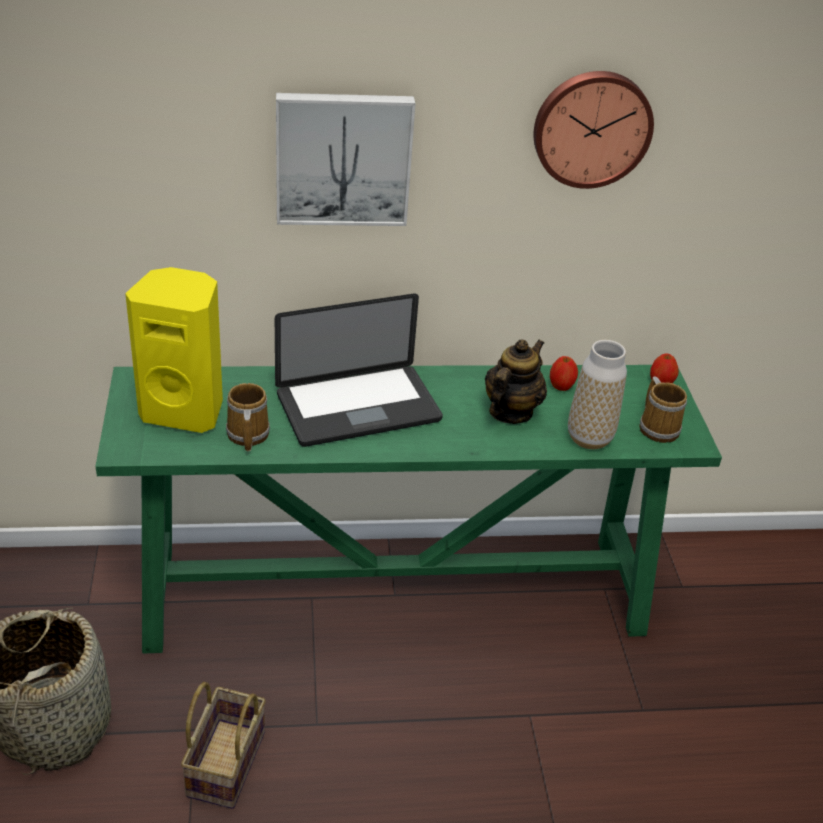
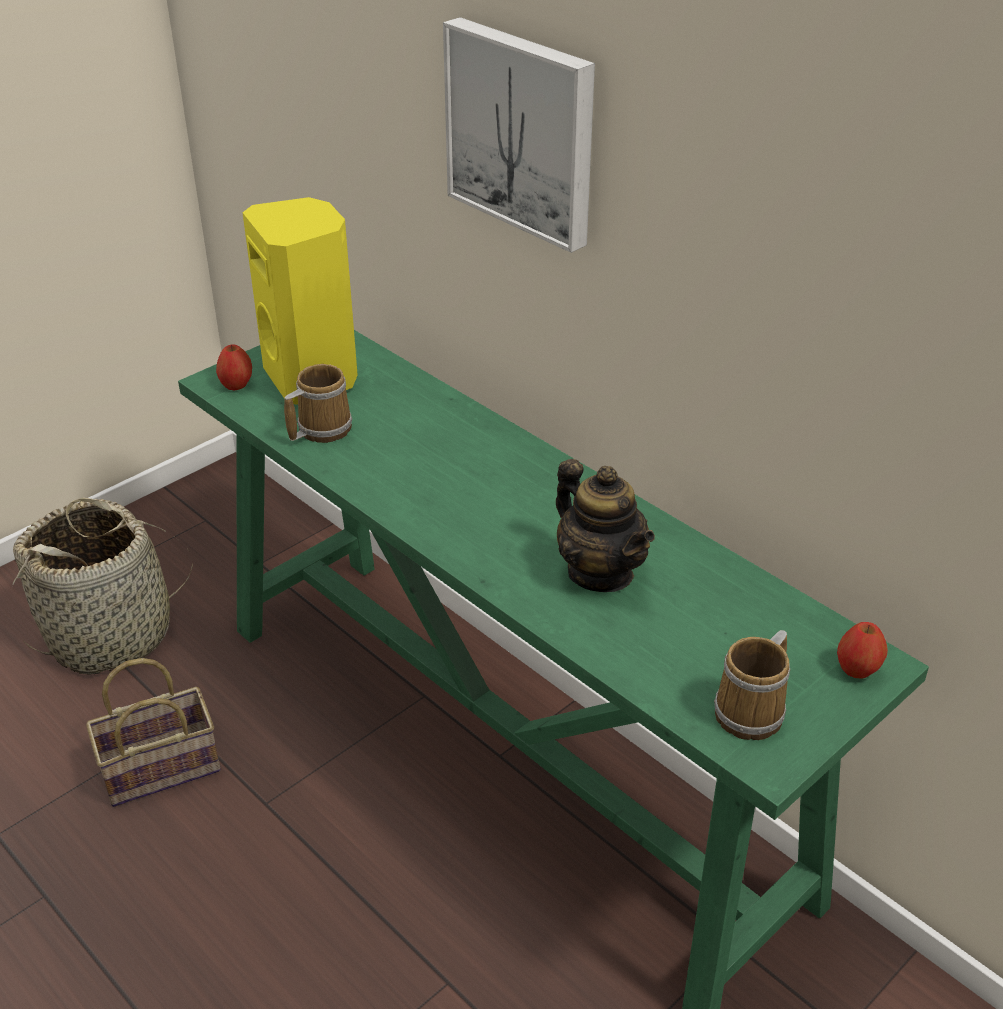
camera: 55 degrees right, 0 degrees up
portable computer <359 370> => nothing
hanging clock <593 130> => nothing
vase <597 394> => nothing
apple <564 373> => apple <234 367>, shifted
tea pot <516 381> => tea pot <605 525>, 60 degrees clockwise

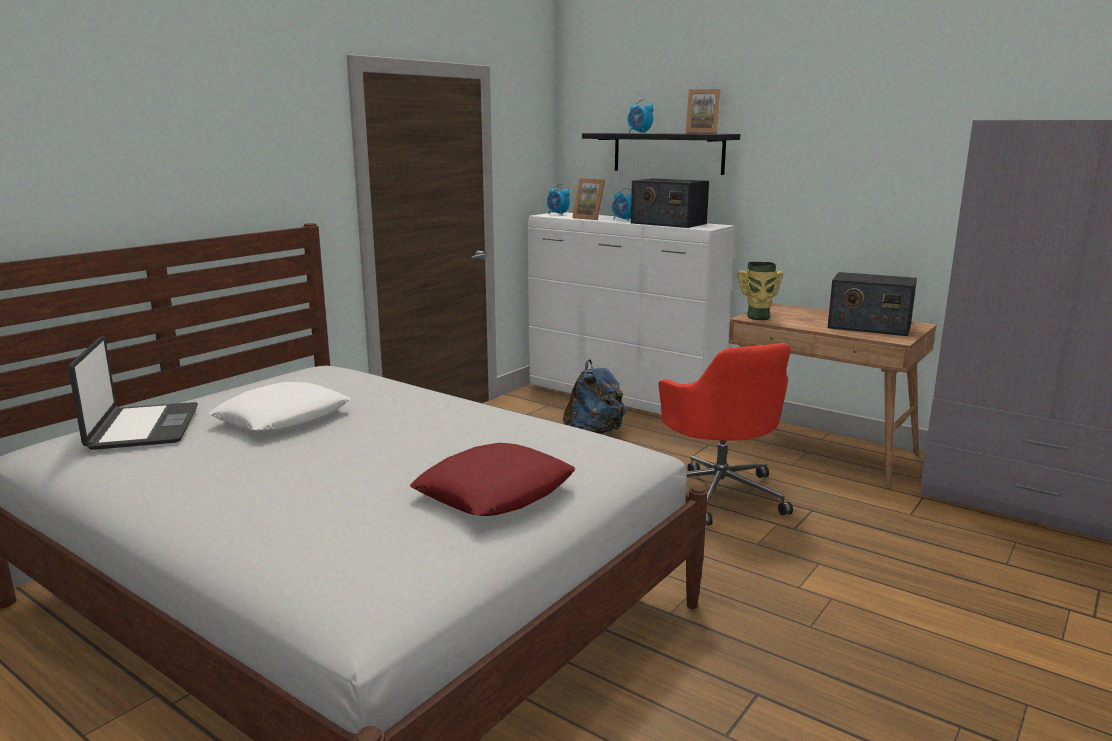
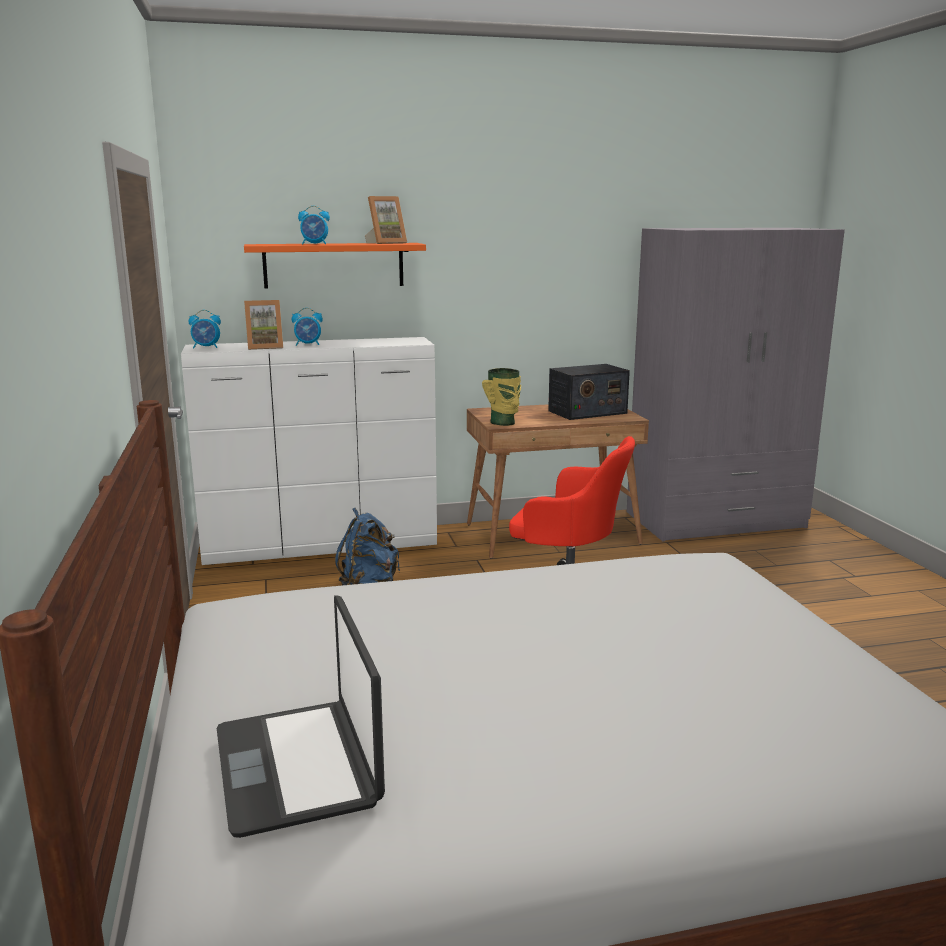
camera: 50 degrees left, 0 degrees up
white cushion <279 407> => nothing
red cushion <493 479> => nothing
radio set <670 203> => nothing
black bracket shelf <661 154> => orange bracket shelf <335 266>
portable computer <133 393> => portable computer <301 716>, 135 degrees counterclockwise

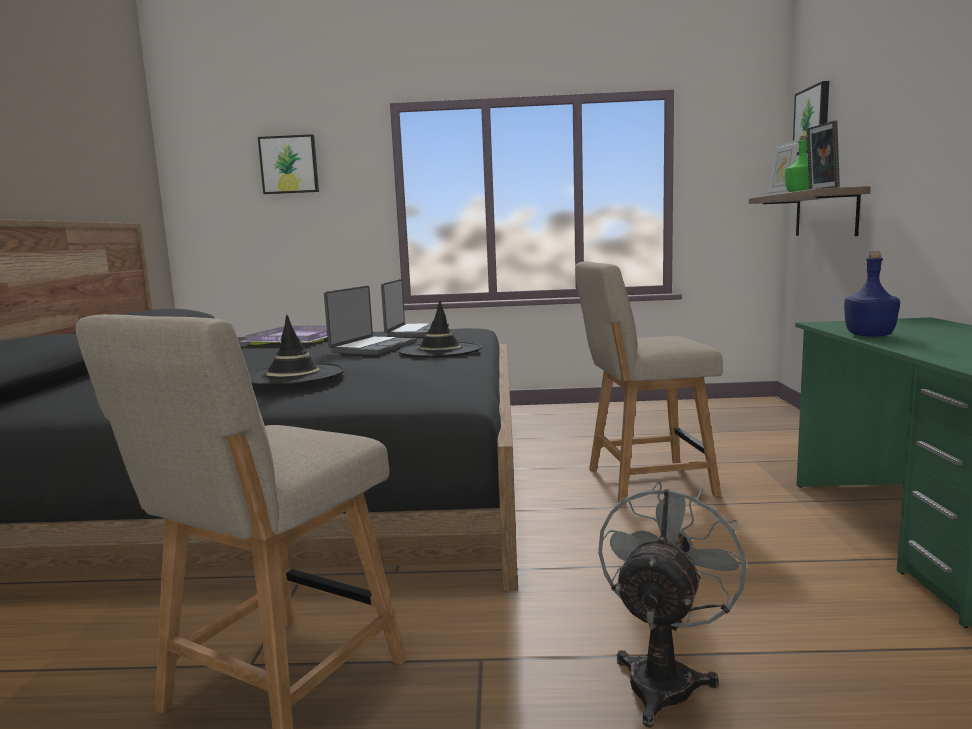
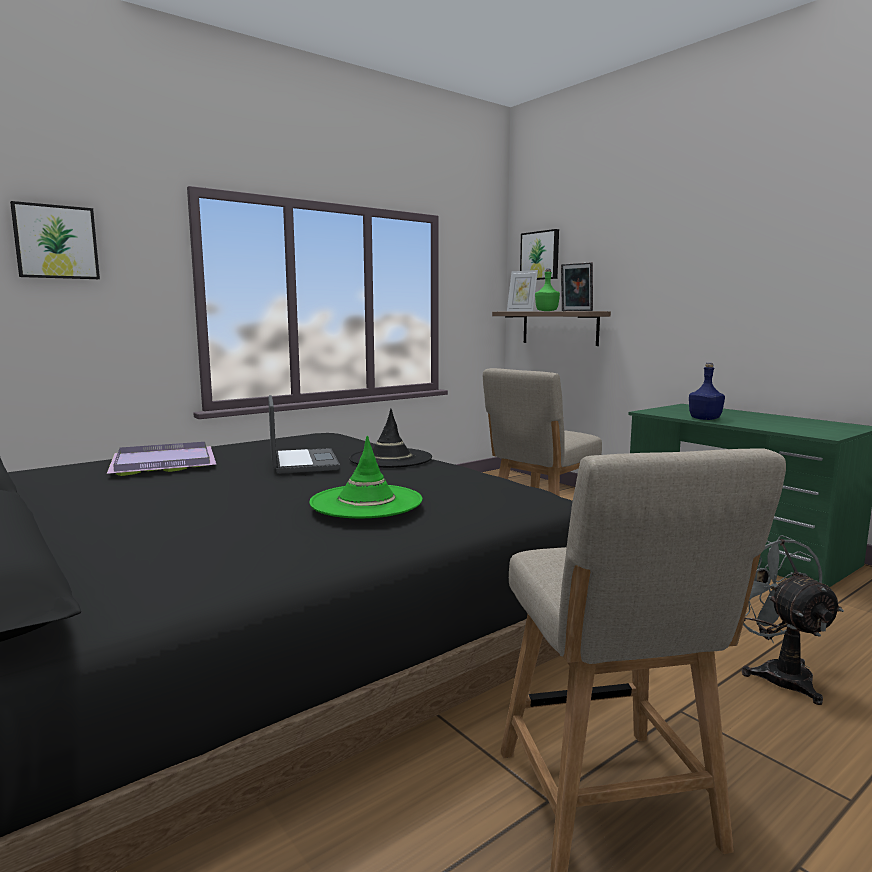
camera: 40 degrees left, 0 degrees up
portable computer <415 308> => nothing
black clothing hat <297 350> => green clothing hat <365 477>

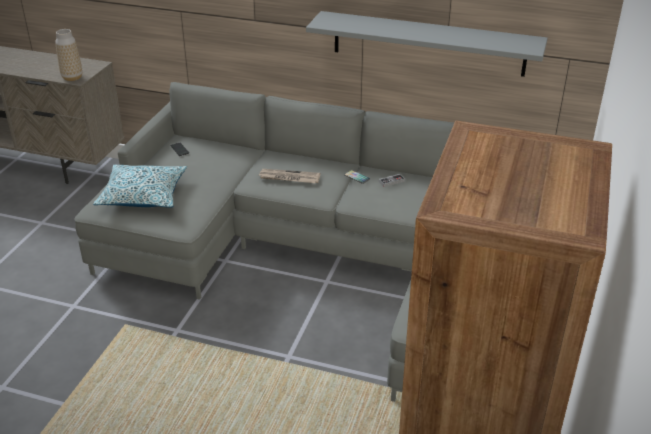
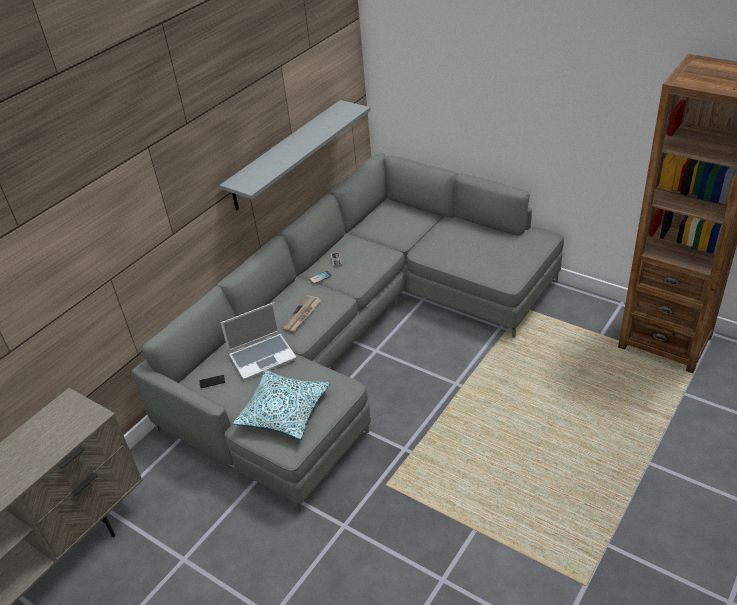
camera: 70 degrees left, 5 degrees up
vase <68 55> => nothing
nothing => portable computer <259 341>

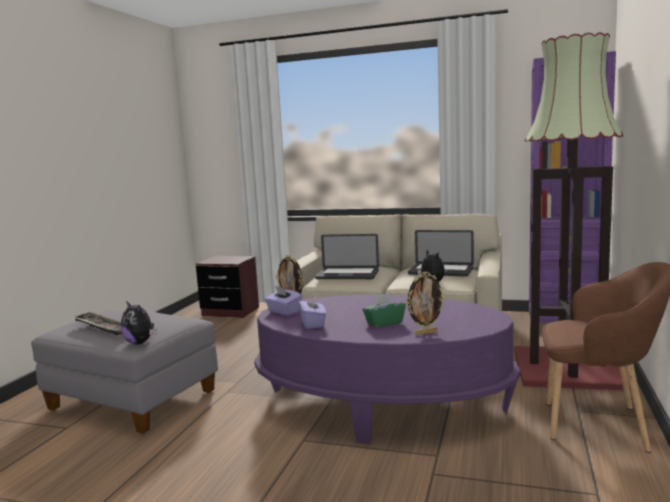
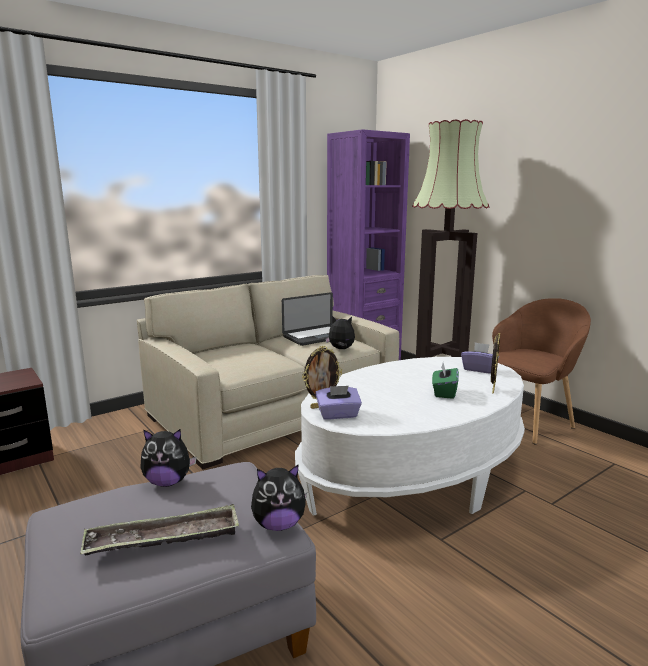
camera: 55 degrees left, 5 degrees up
portable computer <347 256> => nothing
nothing => soft toy <168 458>
purplish box of tissues <312 312> => purplish box of tissues <480 358>, shifted
purplish coffee table <387 369> => white coffee table <410 436>

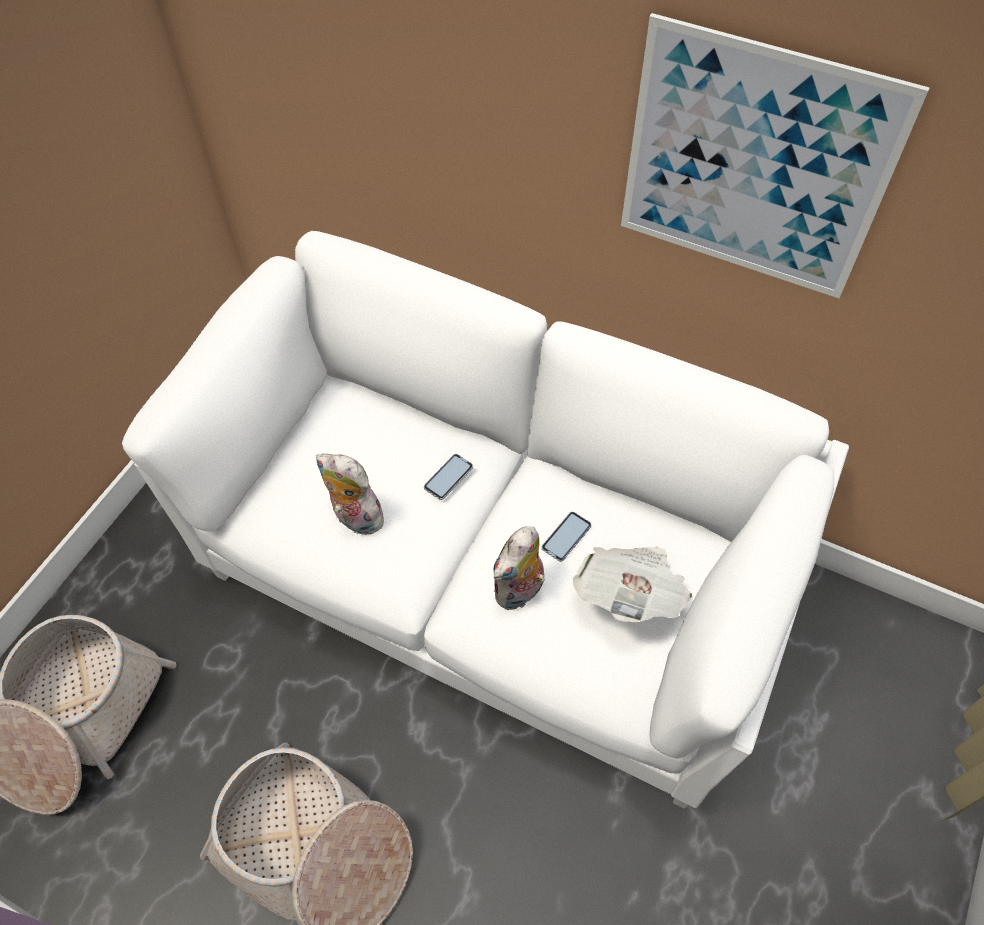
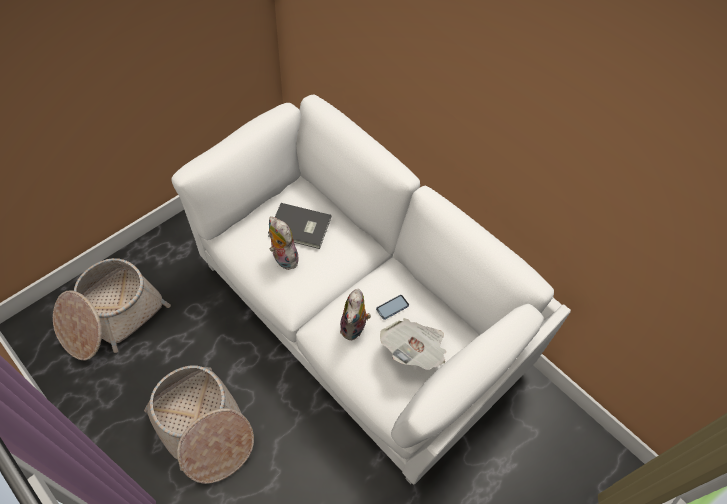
camera: 15 degrees right, 0 degrees up
handset <448 477> => nothing
picture <775 155> => nothing
nothing => grey volume <299 226>
soft toy <519 568> => soft toy <355 314>, 45 degrees counterclockwise

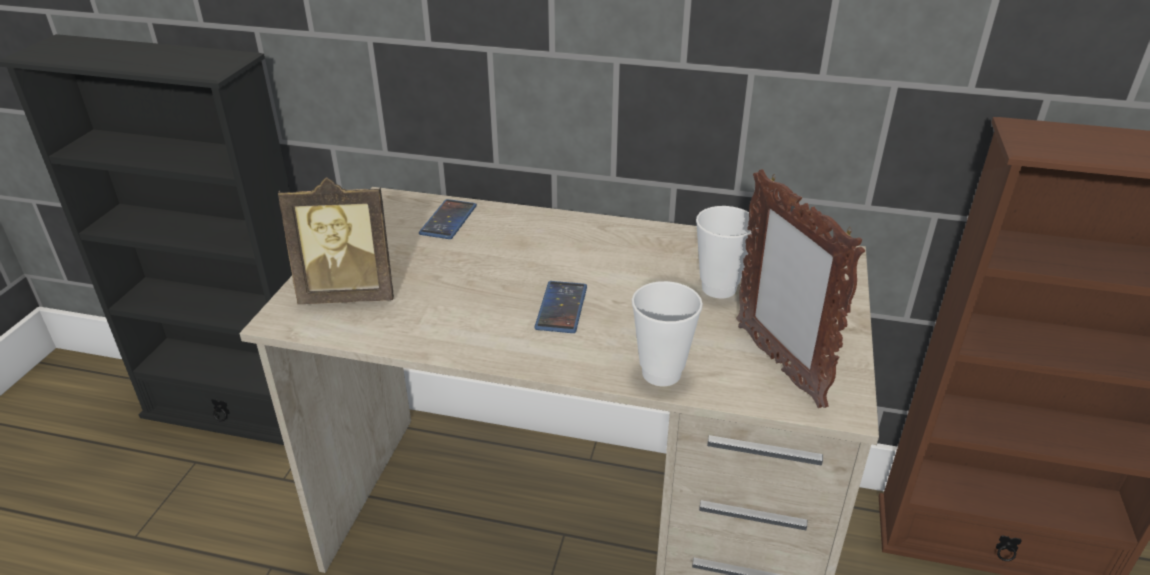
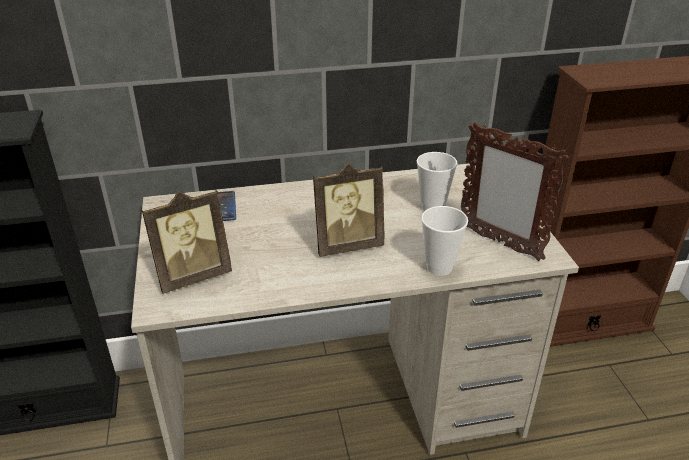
camera: 25 degrees left, 0 degrees up
handset <560 307> => standing frame <349 210>

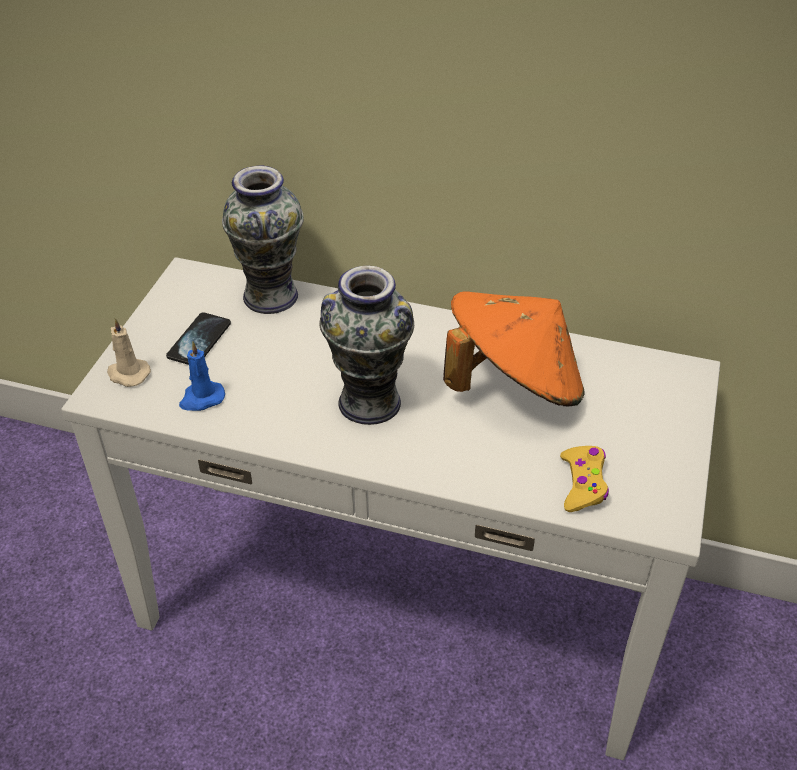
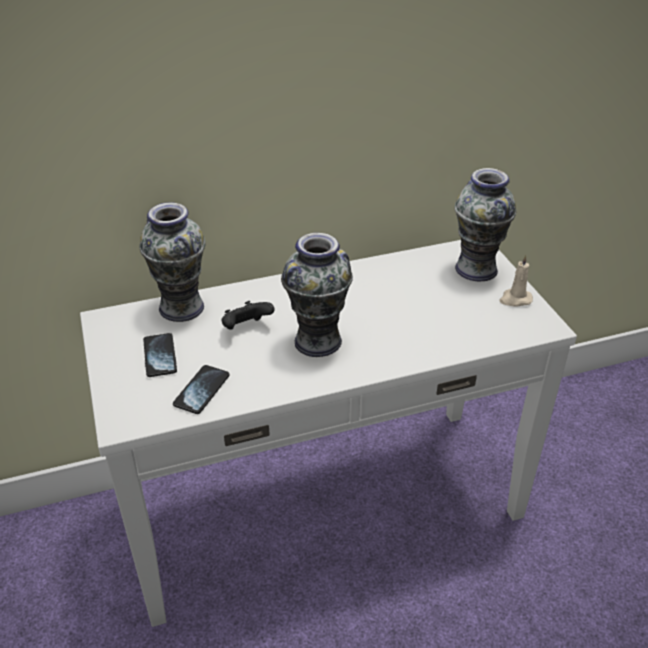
camera: 35 degrees left, 5 degrees down
orange clothing hat <513 349> => nothing
yellow gamepad <584 479> => nothing
nothing => black gamepad <247 315>
nothing => vase <485 224>
beige wax candle <129 352> => beige wax candle <516 280>, shifted
bluish wax candle <202 376> => handset <201 389>

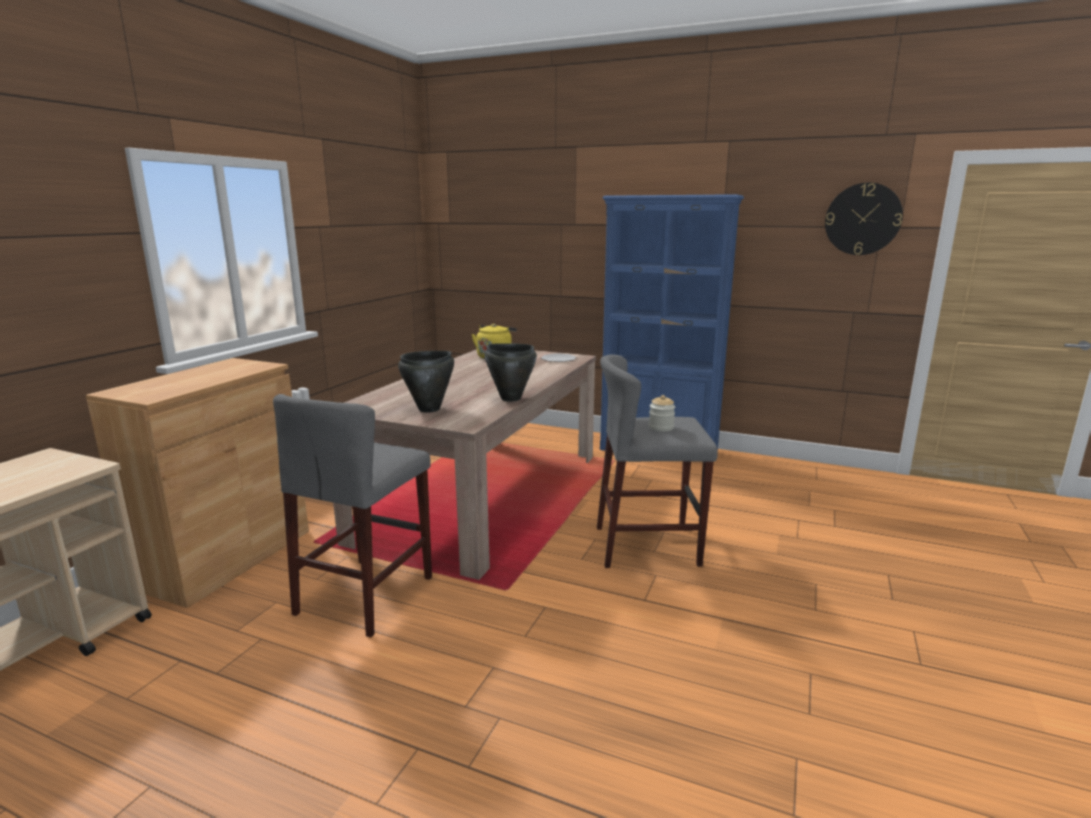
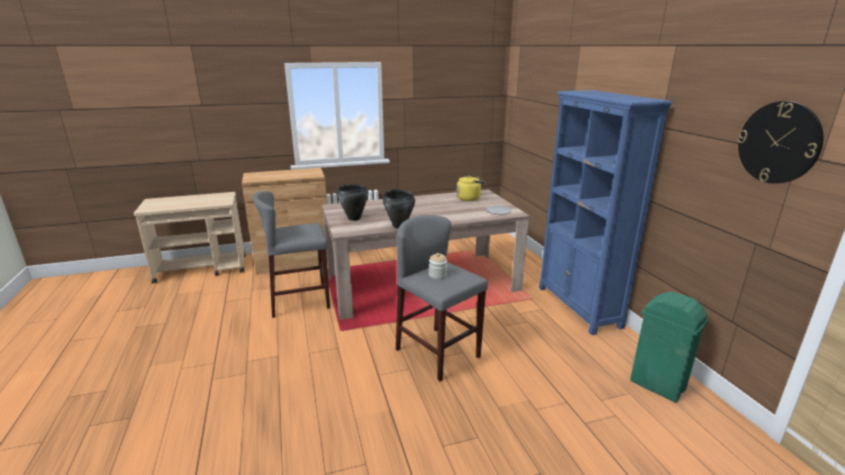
camera: 50 degrees right, 5 degrees up
nothing => green trash can <669 347>

